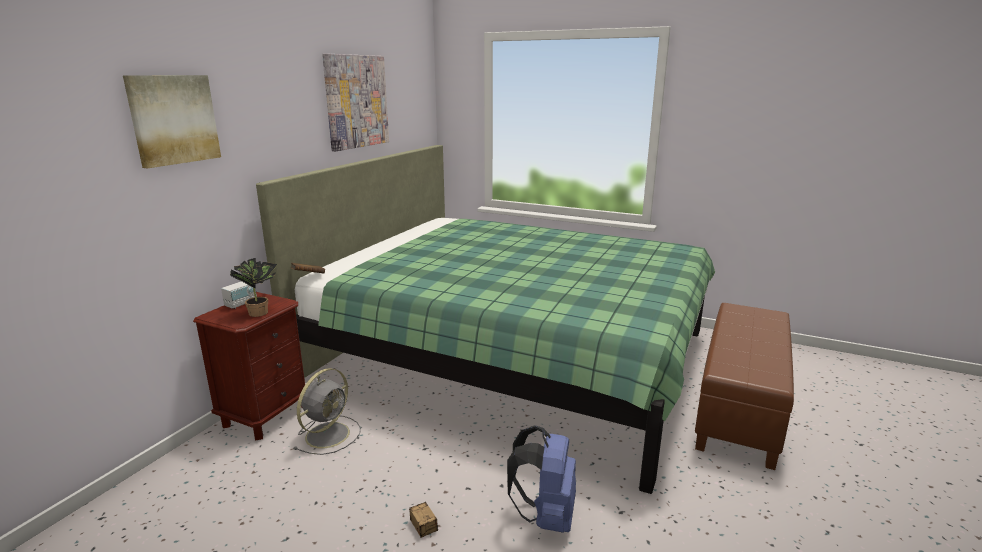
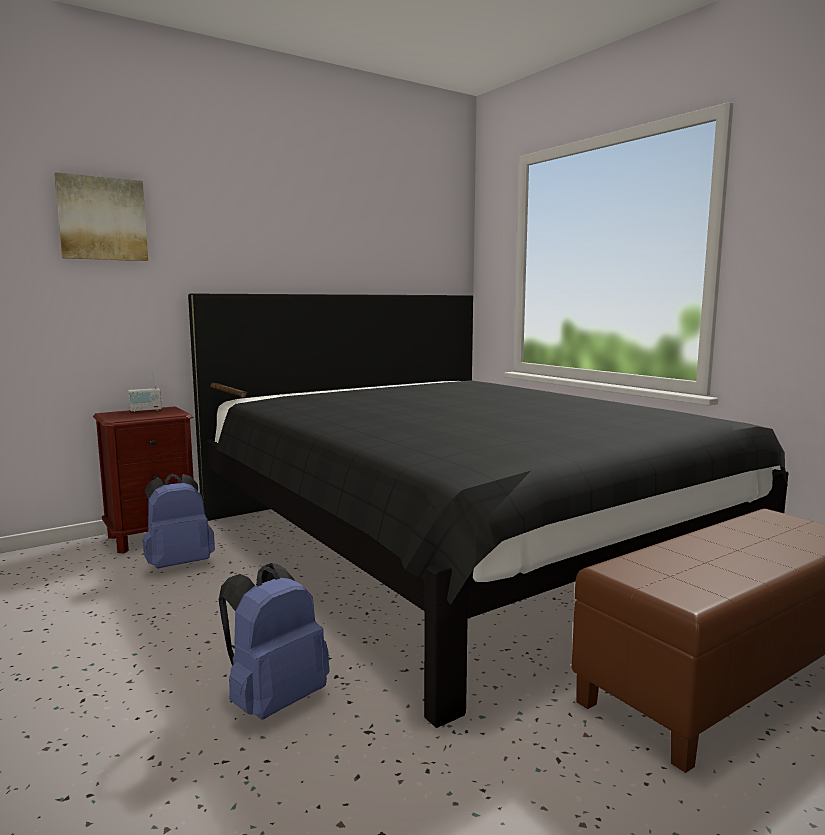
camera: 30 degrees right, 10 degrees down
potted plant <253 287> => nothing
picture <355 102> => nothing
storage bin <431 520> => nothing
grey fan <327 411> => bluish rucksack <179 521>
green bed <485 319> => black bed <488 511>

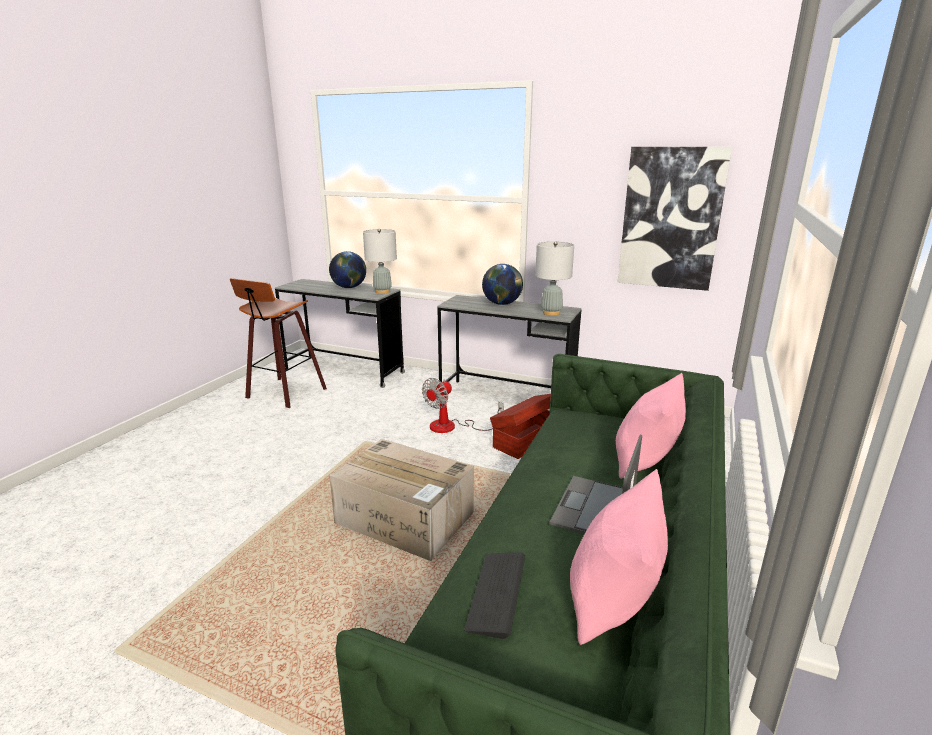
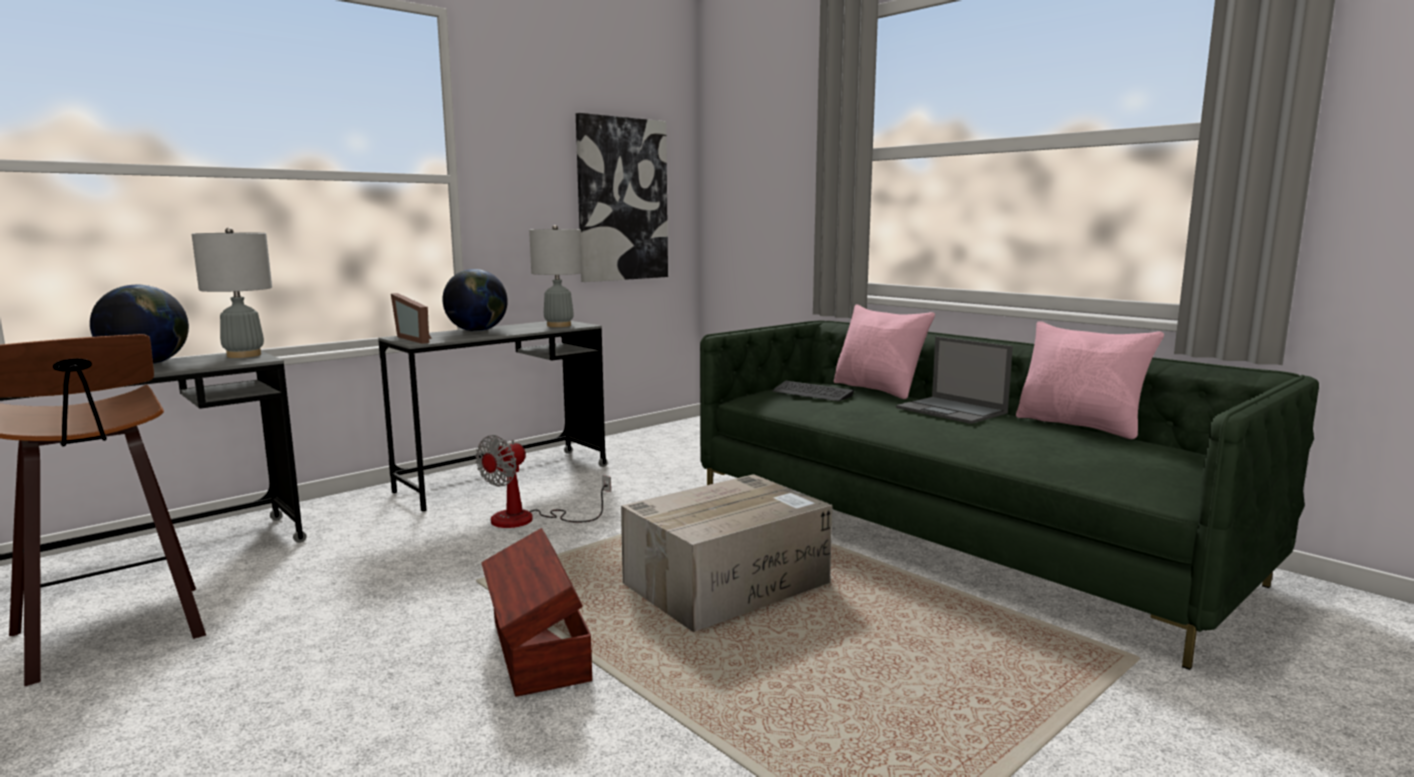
camera: 65 degrees left, 10 degrees down
nothing => standing frame <411 318>
PC keyboard <494 595> => PC keyboard <813 391>, shifted
brown storage bin <520 426> => brown storage bin <536 612>, shifted
fan <463 405> => fan <543 481>, 60 degrees clockwise

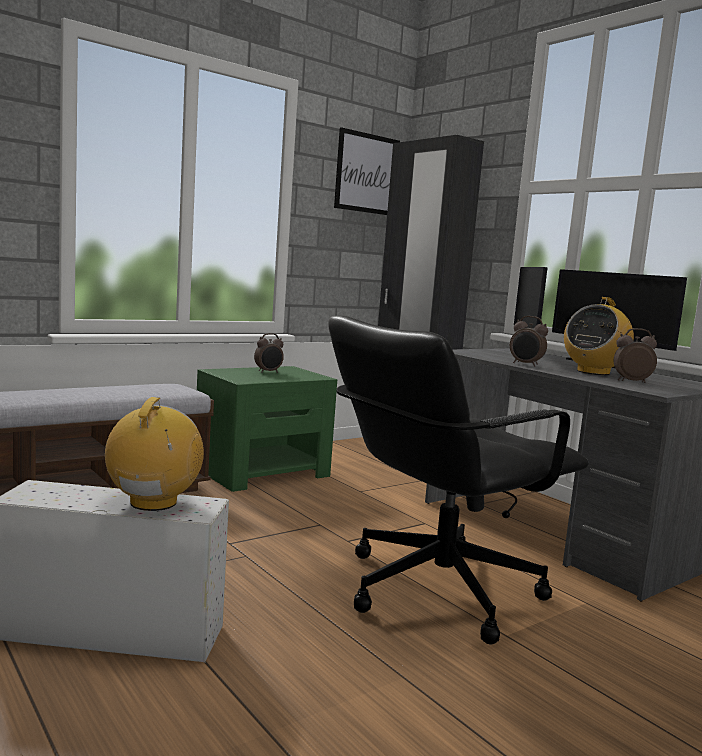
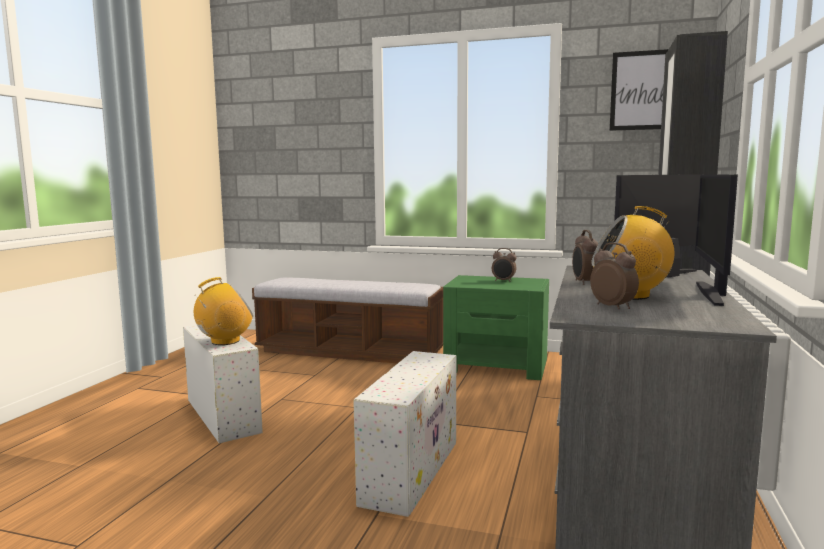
camera: 55 degrees right, 0 degrees up
black desk chair <458 480> => white storage bin <404 434>

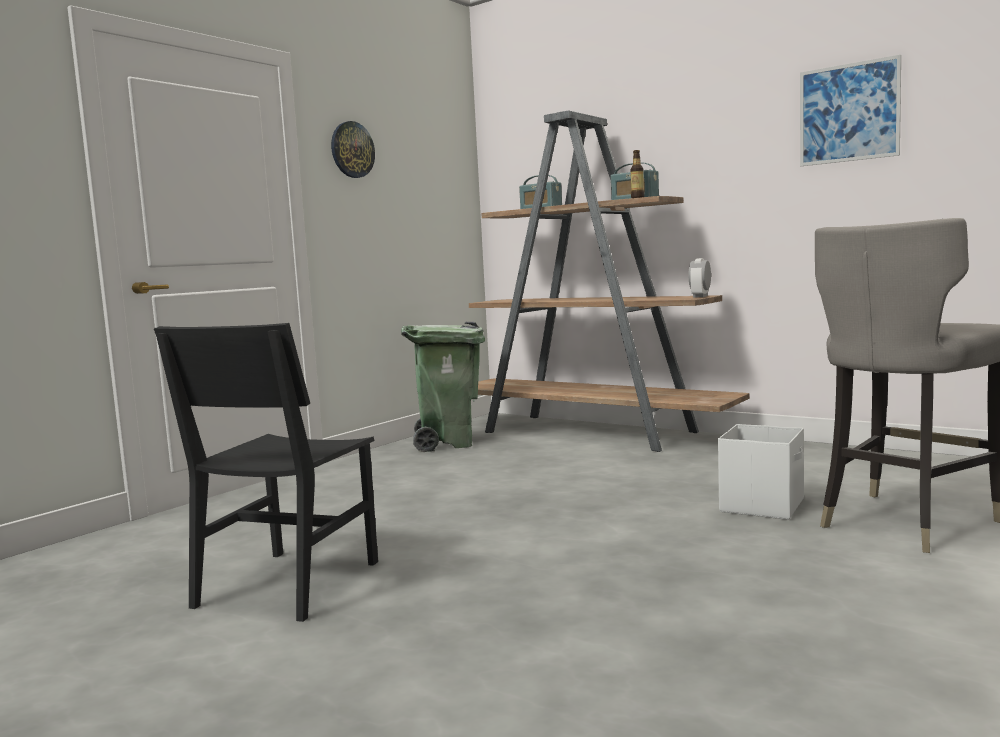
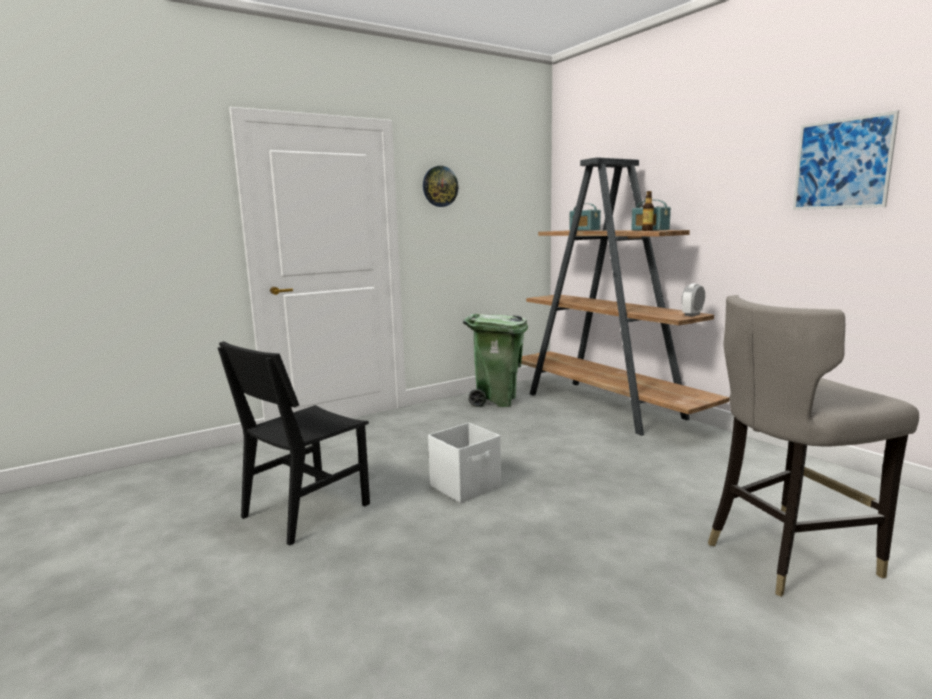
camera: 20 degrees right, 5 degrees up
white storage bin <761 472> => white storage bin <464 463>, shifted

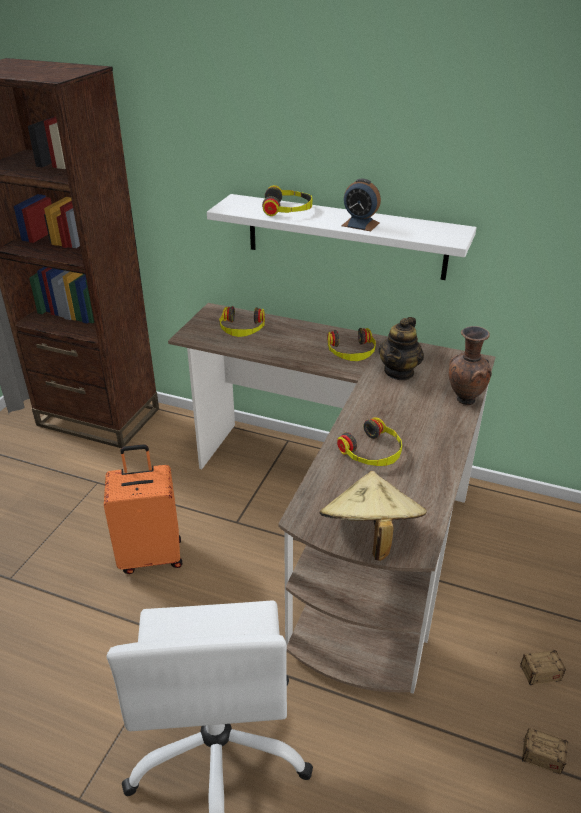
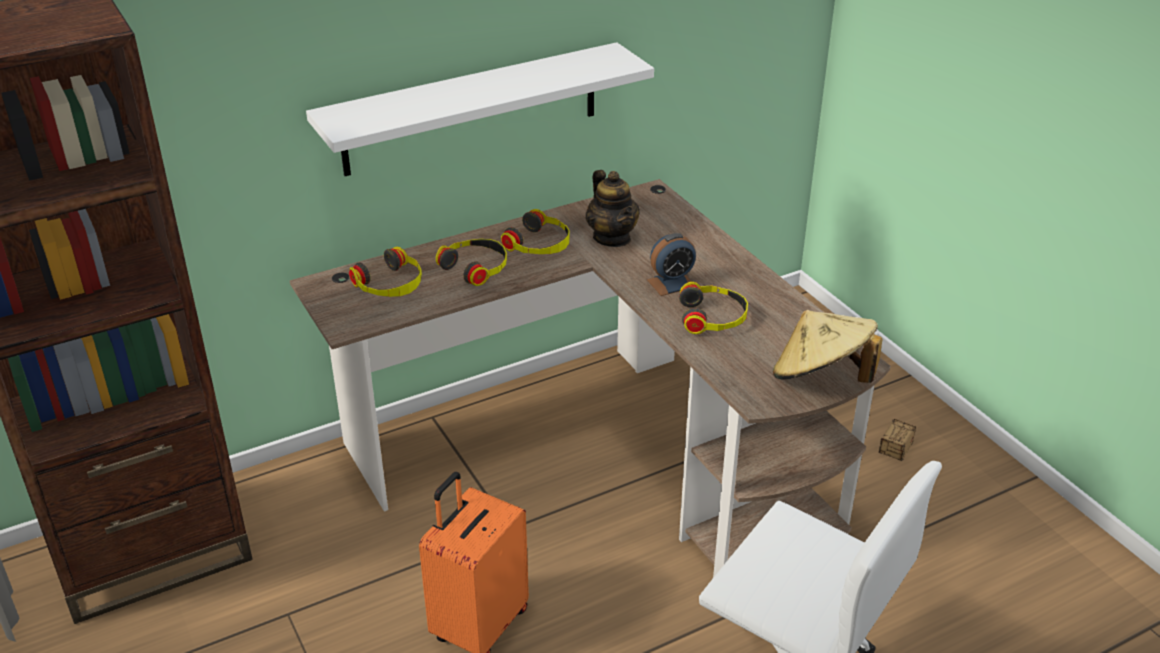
camera: 50 degrees left, 0 degrees up
brown vase <470 365> => nothing
storage bin <524 739> => nothing
headphones <287 200> => headphones <471 262>, shifted
alarm clock <361 205> => alarm clock <671 264>, shifted

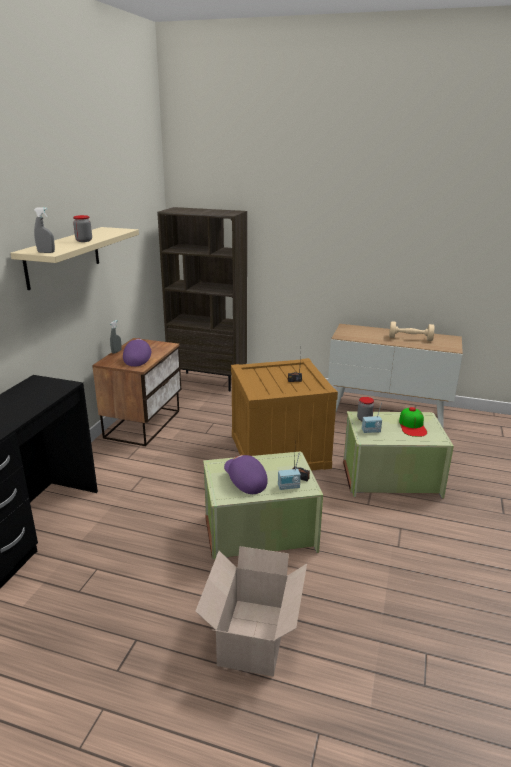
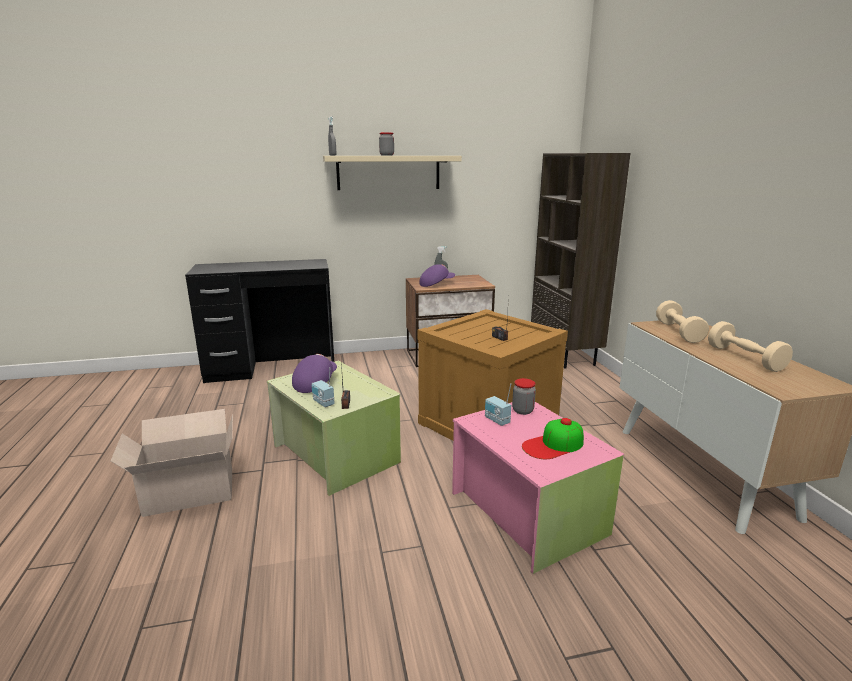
camera: 60 degrees right, 5 degrees down
nothing => beige hand weight <682 321>
green storage bin <398 455> => pink-coloured storage bin <538 488>

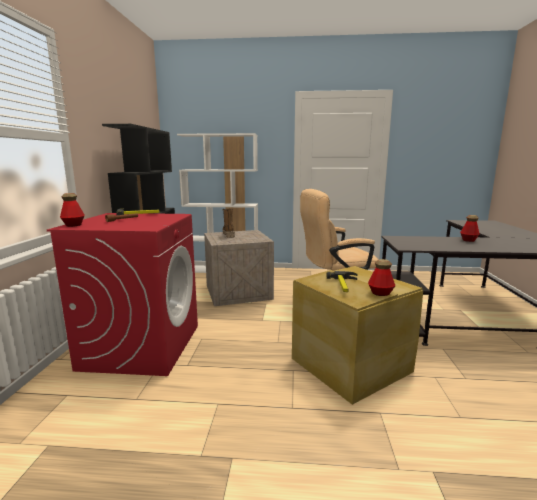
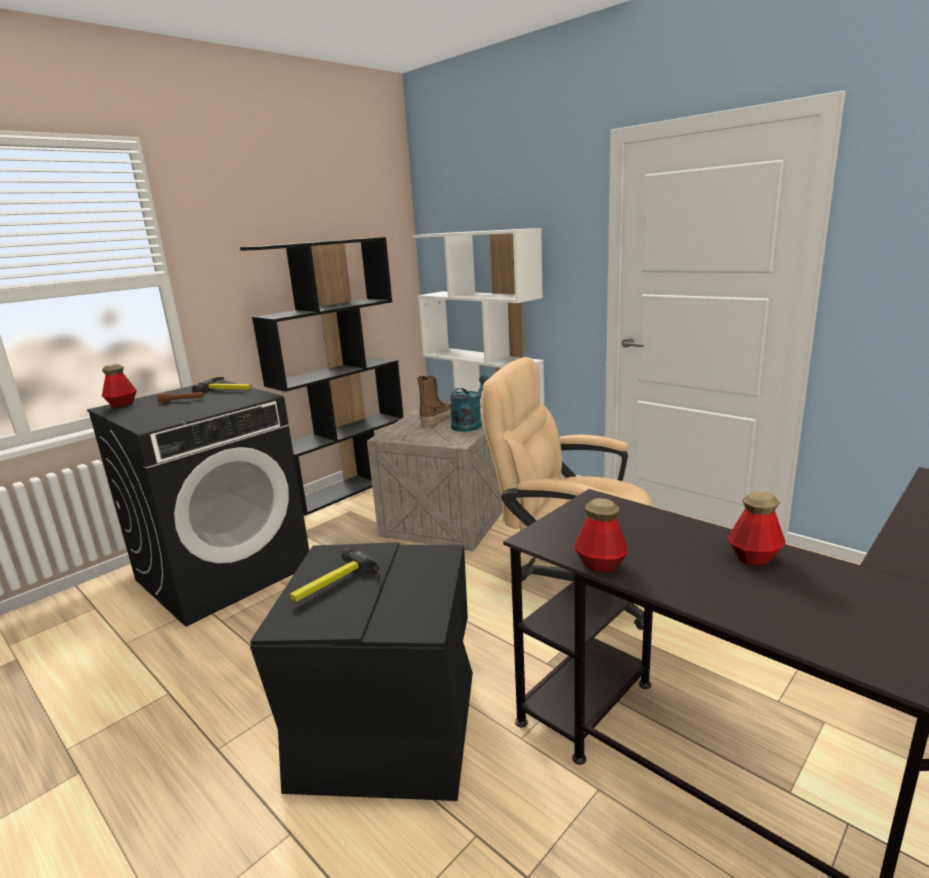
camera: 40 degrees right, 5 degrees up
nothing => turquoise sprinkling can <469 403>
beverage bottle <381 277> => beverage bottle <601 535>, shifted
red laundry appliance <122 294> => black laundry appliance <198 503>
beige storage bin <357 335> => black storage bin <361 671>

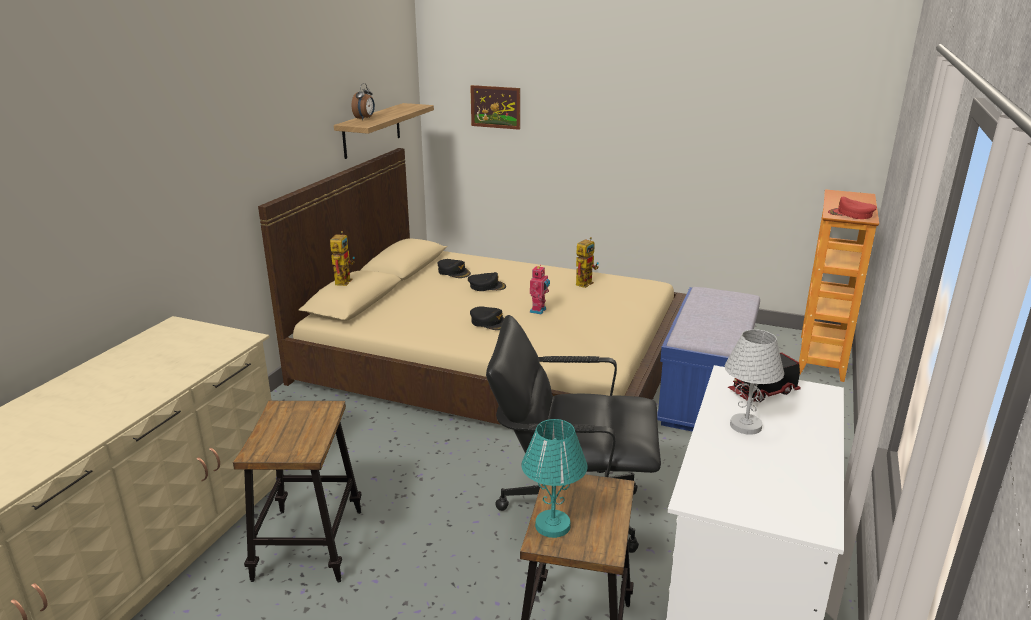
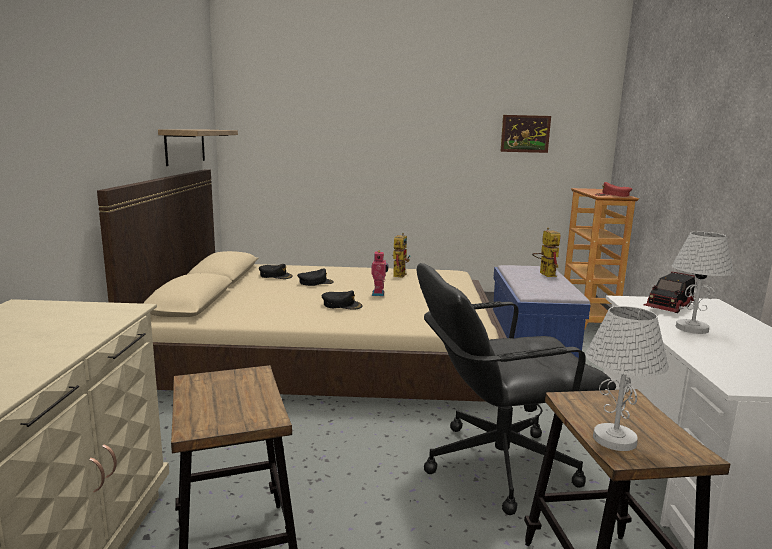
camera: 20 degrees left, 10 degrees down
alarm clock <363 101> => nothing
robot figure <342 258> => robot figure <546 252>, shifted
picture <495 107> => picture <525 134>, shifted
turquoise table lamp <555 478> => white table lamp <627 378>

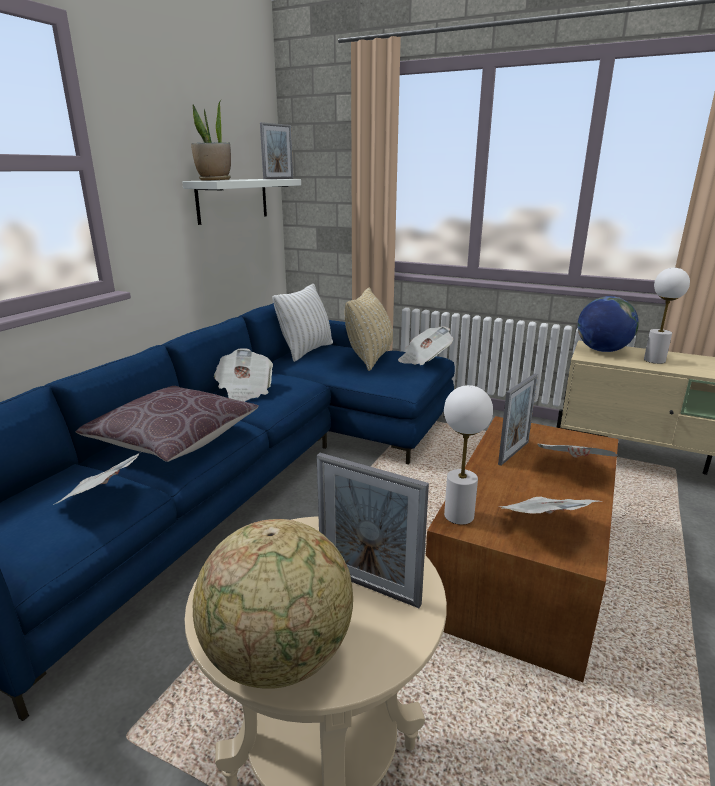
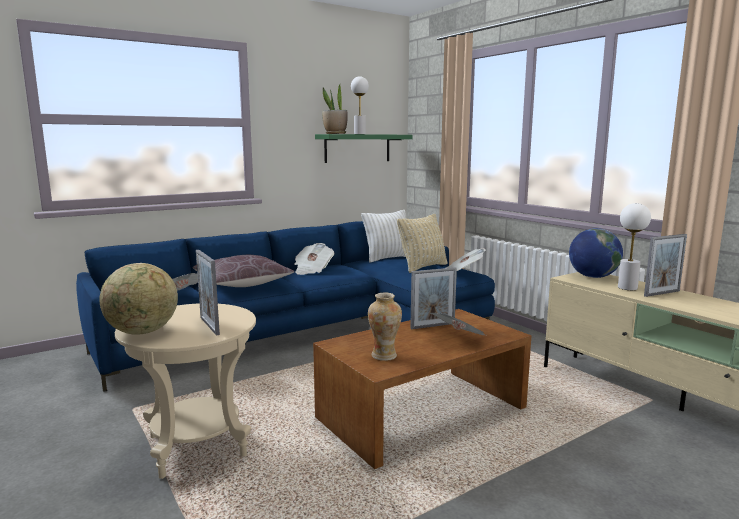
camera: 30 degrees right, 10 degrees down
standing frame <276 150> => standing frame <665 265>, shifted
white table lamp <468 455> => white table lamp <360 105>, shifted
newspaper <549 505> => vase <385 327>
white bracket shelf <241 202> => green bracket shelf <364 148>

